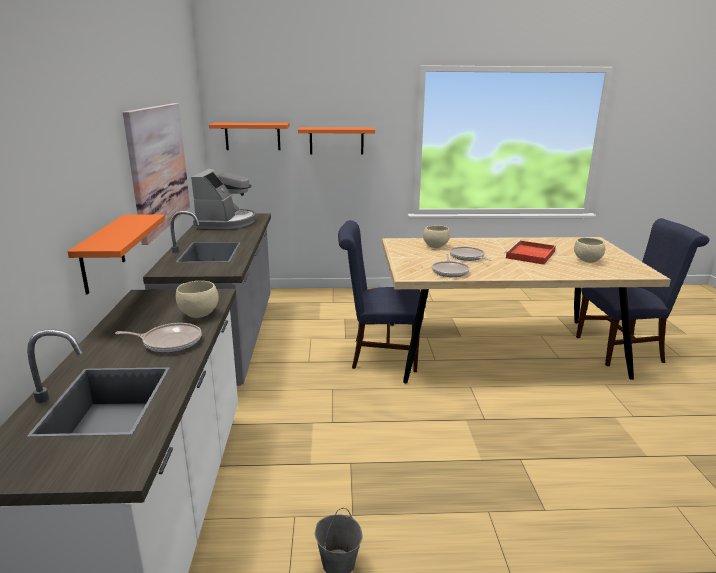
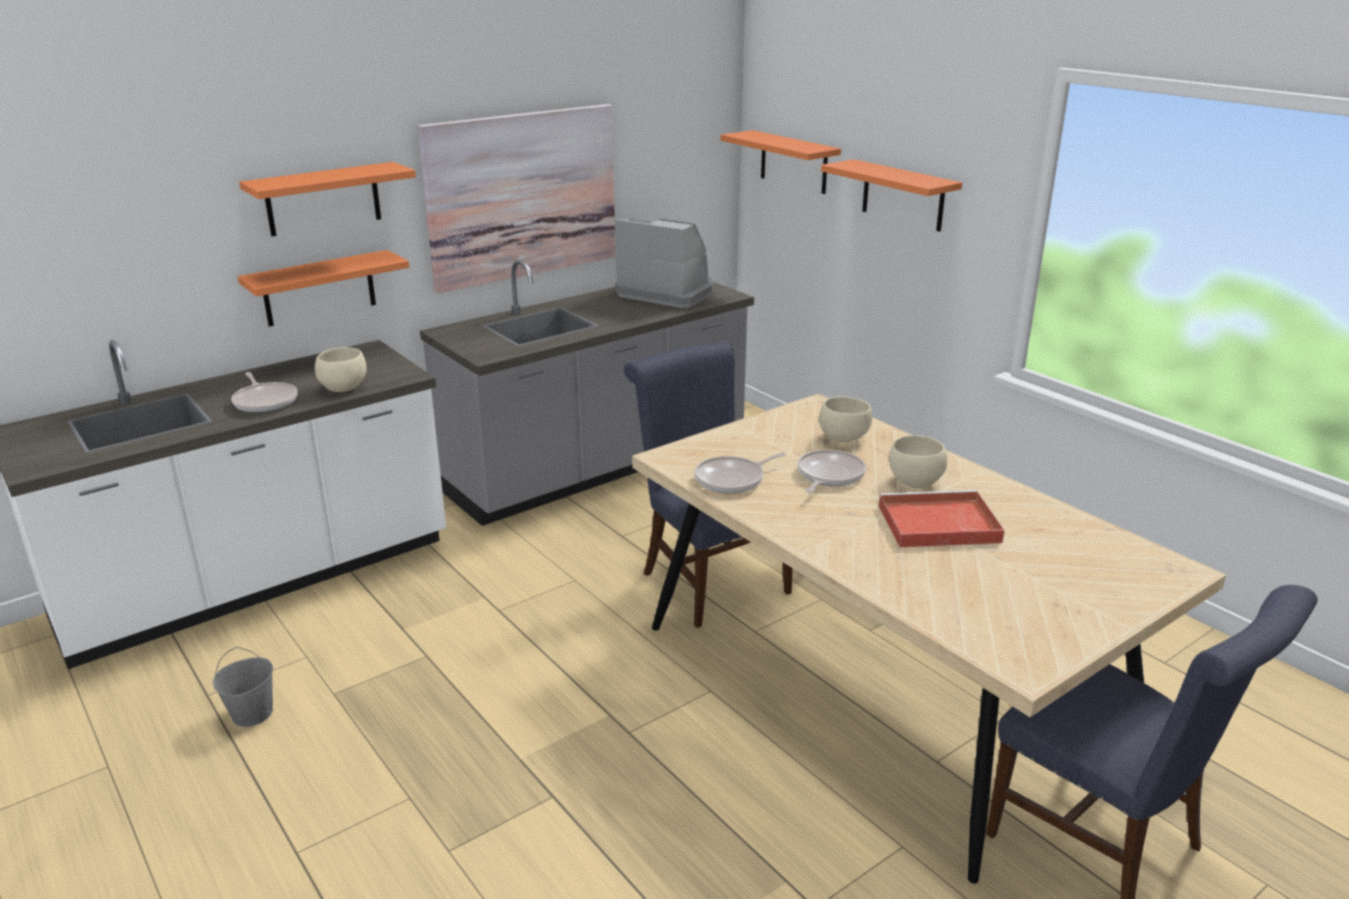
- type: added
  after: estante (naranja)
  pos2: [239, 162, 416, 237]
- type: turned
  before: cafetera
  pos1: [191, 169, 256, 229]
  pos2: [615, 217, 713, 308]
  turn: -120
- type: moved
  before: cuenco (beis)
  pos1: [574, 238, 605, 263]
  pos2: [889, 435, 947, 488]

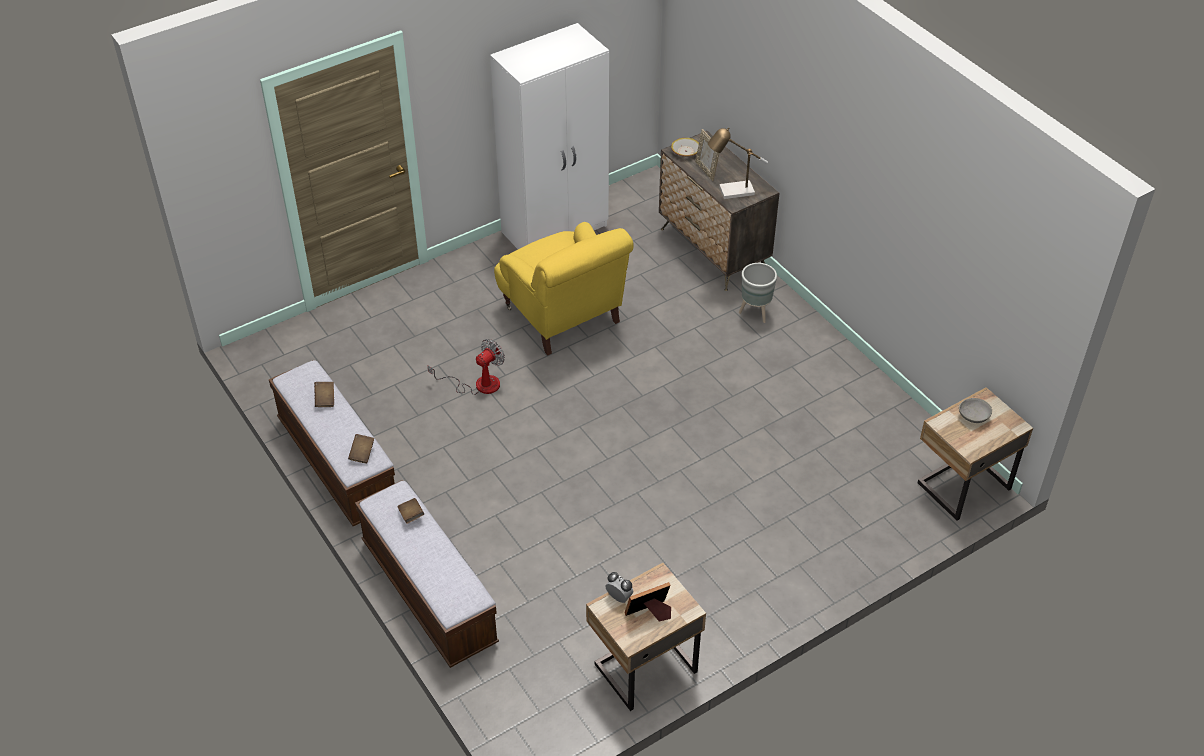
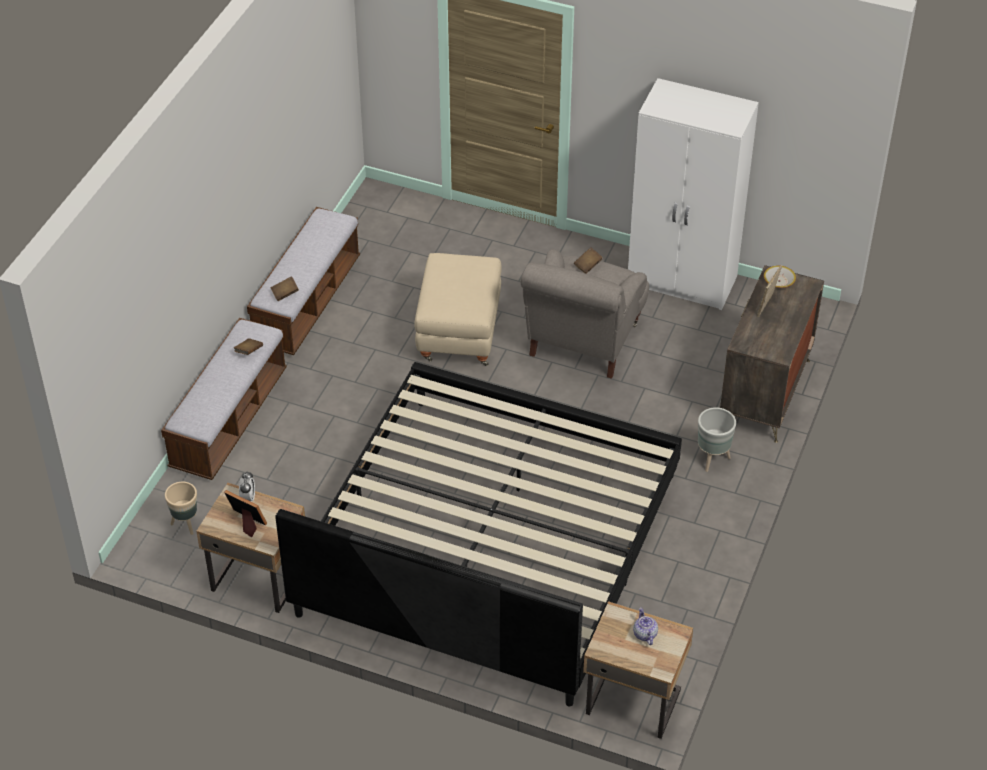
- type: added
  after: maceta (beis)
  pos2: [165, 482, 197, 535]
- type: added
  after: cama
  pos2: [276, 362, 682, 706]
- type: replaced
  before: ventilador
  after: puf (beis)
  pos1: [427, 339, 505, 395]
  pos2: [414, 253, 502, 366]
- type: recoloured
  before: sillón (amarillo)
  after: sillón (gris)
  pos1: [494, 222, 634, 356]
  pos2: [520, 249, 649, 379]
- type: moved
  before: libro (marrón)
  pos1: [314, 382, 334, 407]
  pos2: [574, 247, 602, 274]
- type: replaced
  before: cuenco (gris)
  after: tetera
  pos1: [959, 398, 992, 423]
  pos2: [633, 608, 658, 645]
- type: removed
  before: lámpara de mesa
  pos1: [708, 127, 768, 199]

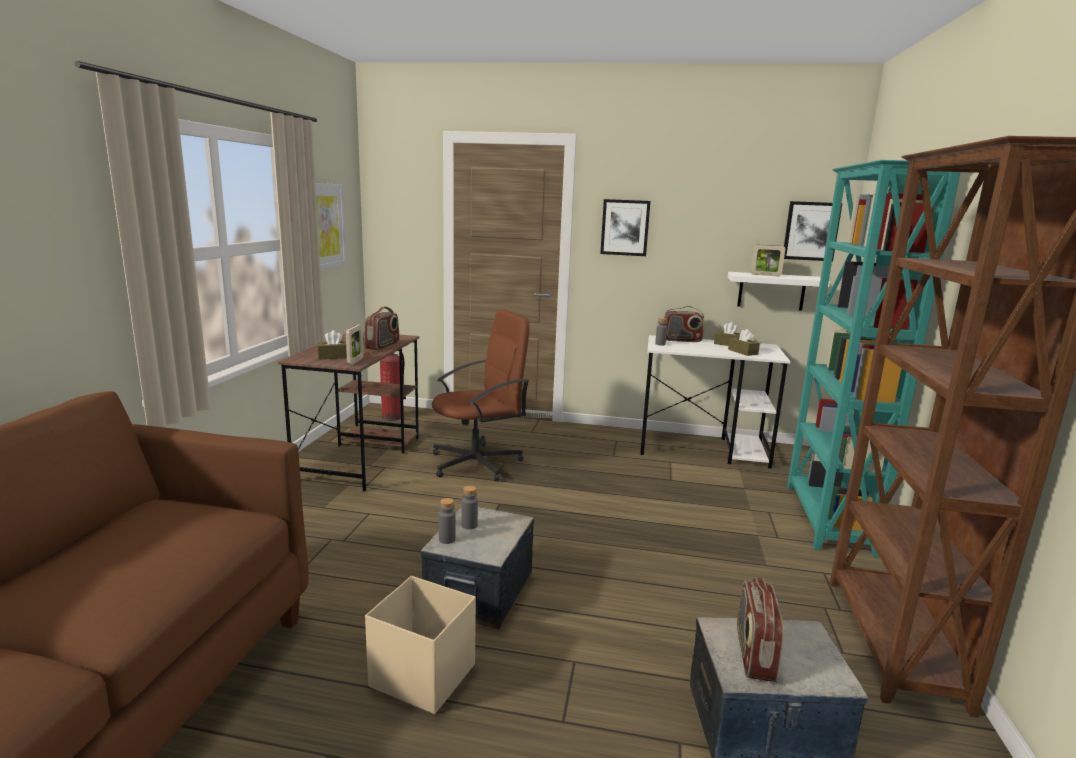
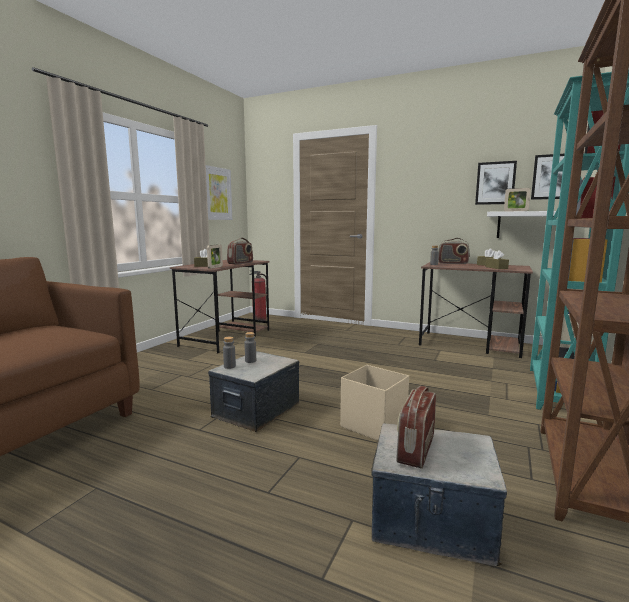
- type: moved
  before: caja de almacenaje (beis)
  pos1: [365, 576, 476, 714]
  pos2: [340, 365, 409, 441]
- type: recoloured
  before: escritorio (blanco)
  after: escritorio (marrón)
  pos1: [640, 335, 790, 469]
  pos2: [419, 262, 533, 358]
- type: moved
  before: cuadro
  pos1: [600, 199, 651, 256]
  pos2: [475, 161, 517, 205]
- type: removed
  before: silla de oficina (marrón)
  pos1: [432, 309, 530, 482]

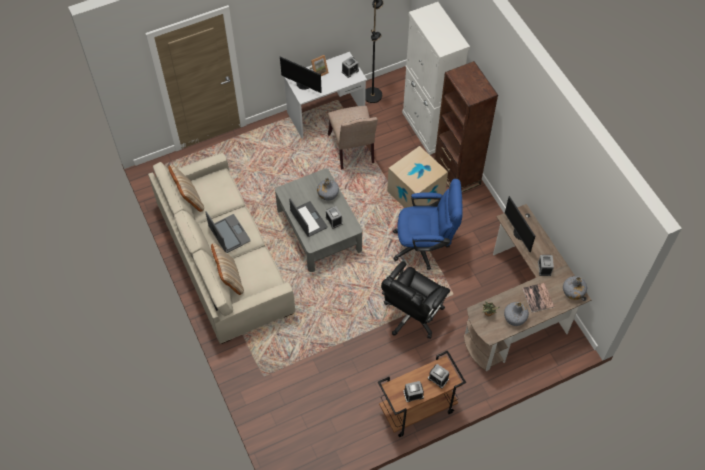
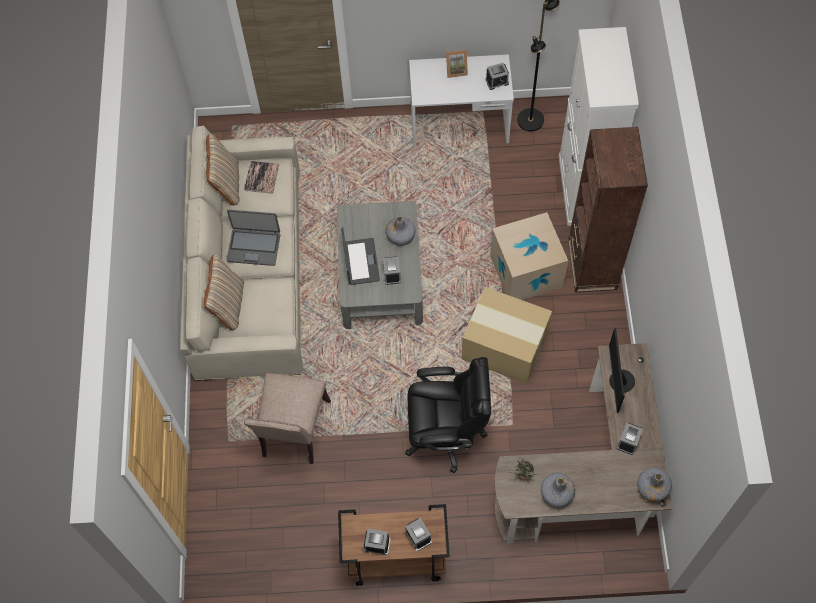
- type: turned
  before: portátil
  pos1: [205, 211, 251, 253]
  pos2: [226, 210, 280, 266]
  turn: 105
- type: moved
  before: libro
  pos1: [522, 283, 555, 313]
  pos2: [244, 161, 279, 194]
- type: moved
  before: silla (beis)
  pos1: [328, 106, 378, 169]
  pos2: [244, 373, 331, 464]
- type: turned
  before: silla de oficina (negro)
  pos1: [381, 261, 450, 339]
  pos2: [405, 357, 491, 473]
  turn: -150
- type: replaced
  before: silla de oficina (azul)
  after: caja de cartón
  pos1: [393, 179, 463, 270]
  pos2: [462, 287, 552, 384]
- type: removed
  before: monitor
  pos1: [280, 57, 322, 93]

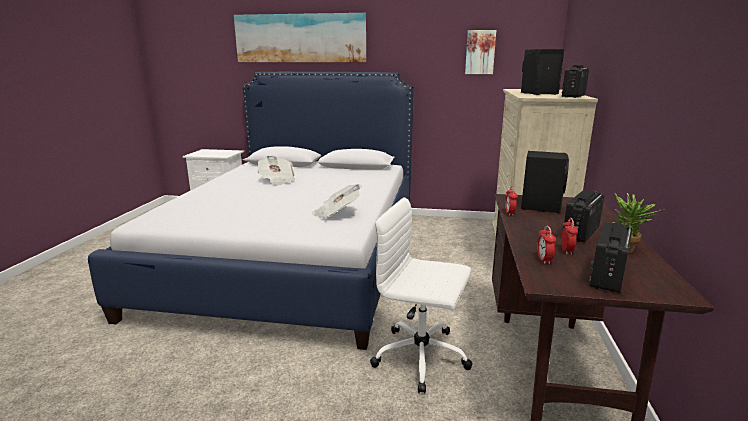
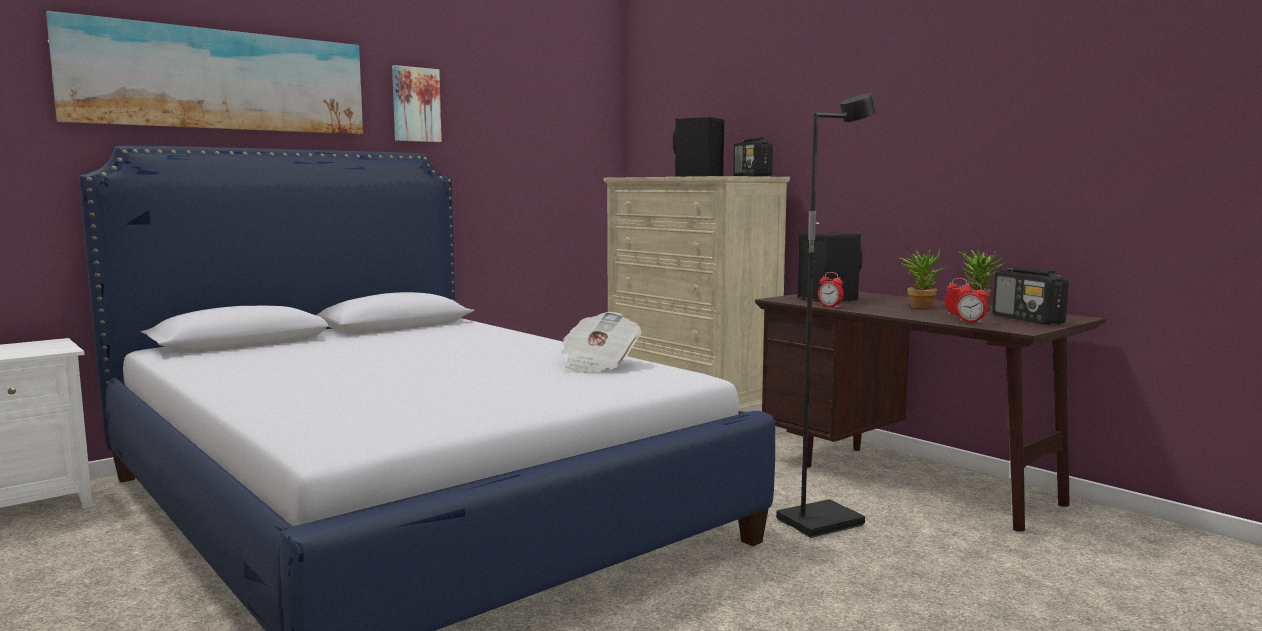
- type: moved
  before: cuadro
  pos1: [465, 30, 496, 74]
  pos2: [392, 65, 442, 142]
- type: replaced
  before: silla de oficina (blanco)
  after: lámpara de pie (negro)
  pos1: [370, 197, 473, 394]
  pos2: [776, 93, 876, 538]
- type: replaced
  before: radio
  after: planta en maceta
  pos1: [563, 190, 604, 243]
  pos2: [899, 249, 945, 308]
- type: removed
  before: periódico
  pos1: [257, 155, 295, 186]

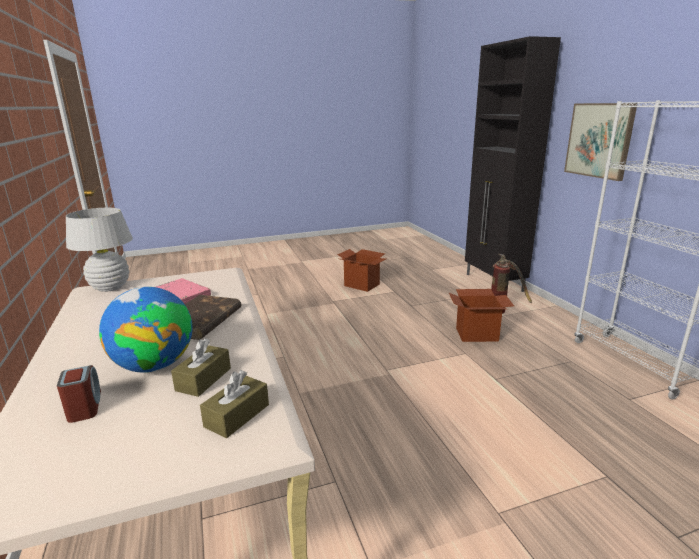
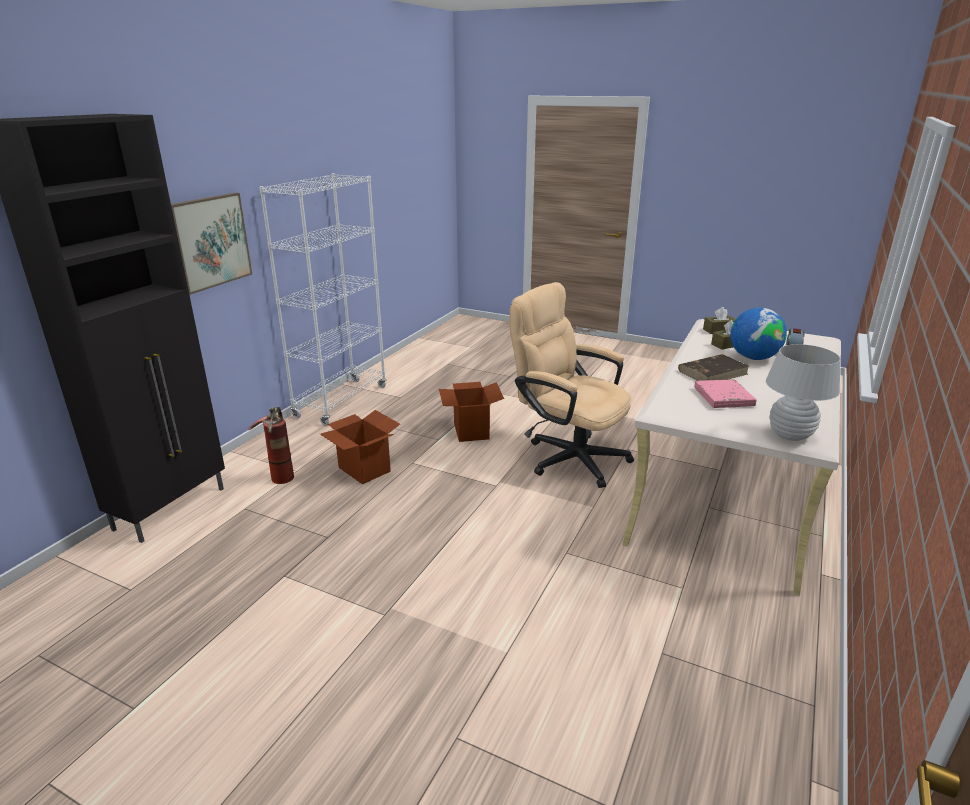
- type: moved
  before: caja de cartón
  pos1: [337, 249, 386, 292]
  pos2: [439, 382, 504, 442]
- type: added
  after: silla de oficina (beis)
  pos2: [510, 282, 634, 488]

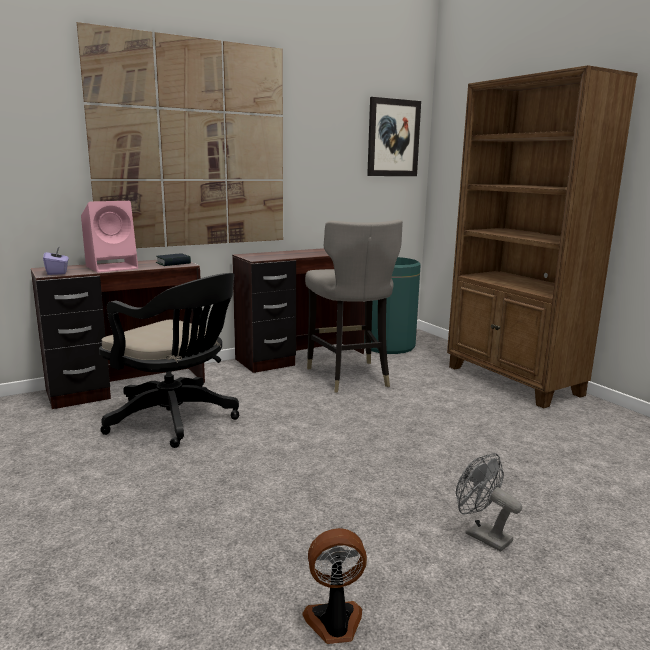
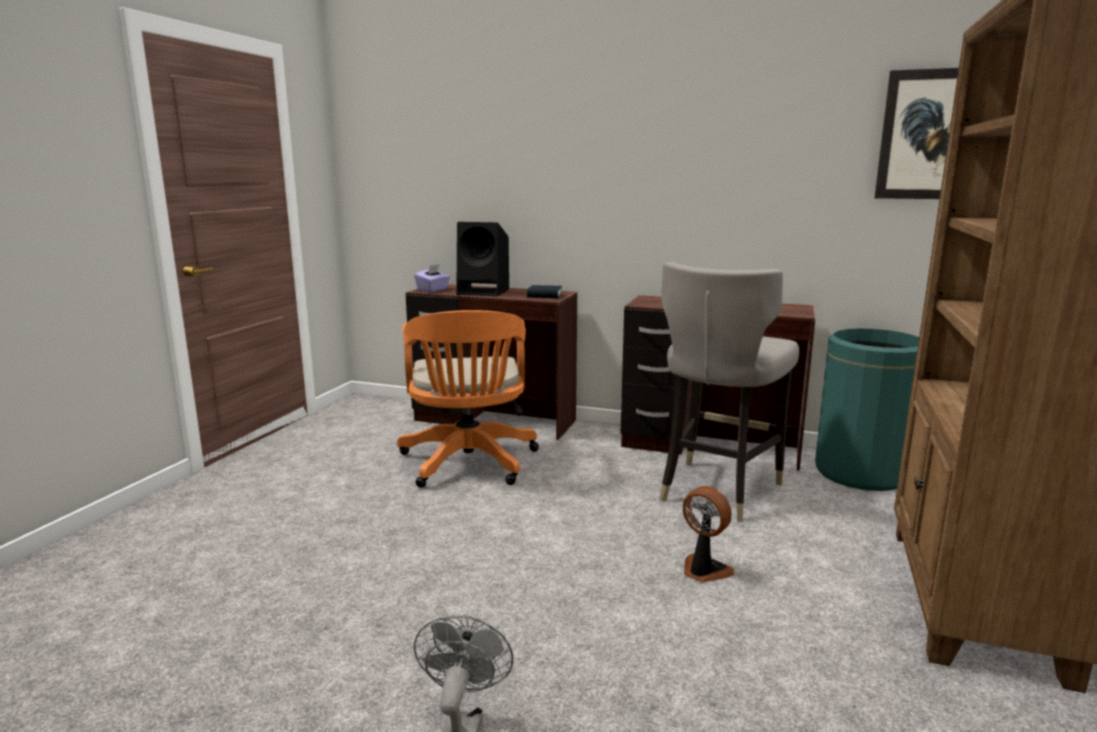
- type: recoloured
  before: silla de oficina (negro)
  after: silla de oficina (naranja)
  pos1: [99, 273, 239, 448]
  pos2: [397, 310, 539, 488]
- type: recoloured
  before: altavoz (rosa)
  after: altavoz (negro)
  pos1: [81, 201, 138, 273]
  pos2: [456, 222, 509, 297]
- type: moved
  before: ventilador
  pos1: [302, 528, 367, 644]
  pos2: [683, 486, 735, 582]
- type: removed
  before: cuadro
  pos1: [77, 22, 283, 248]

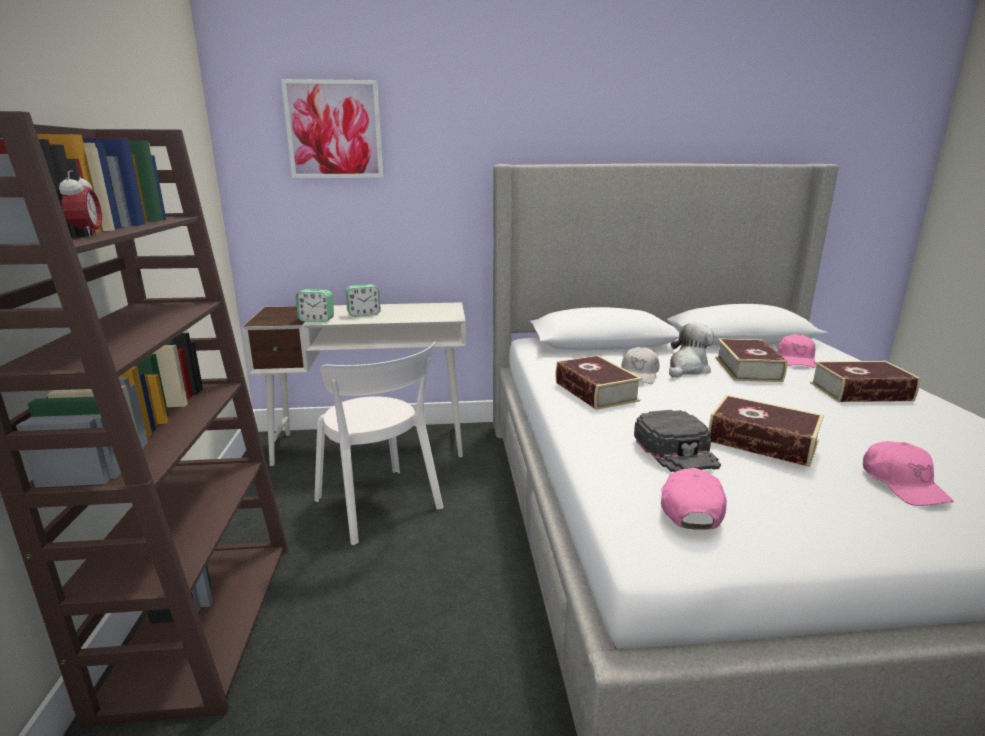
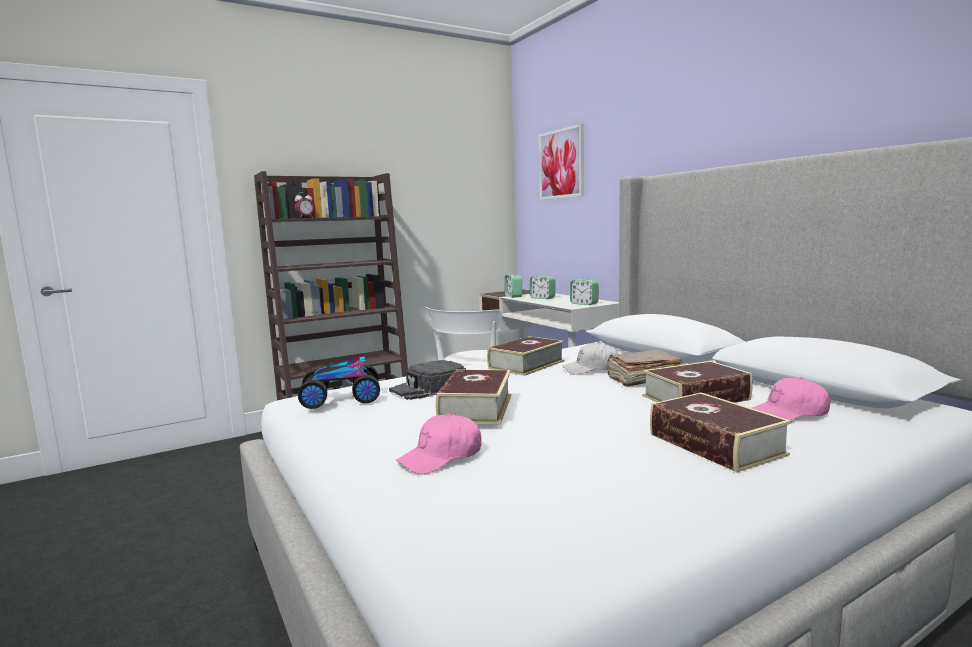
- type: replaced
  before: gorra (rosa)
  after: coche de juguete
  pos1: [661, 468, 727, 530]
  pos2: [298, 356, 380, 409]
- type: added
  after: despertador
  pos2: [570, 279, 599, 305]
- type: replaced
  before: peluche
  after: libro (marrón)
  pos1: [669, 323, 714, 378]
  pos2: [606, 350, 683, 387]

